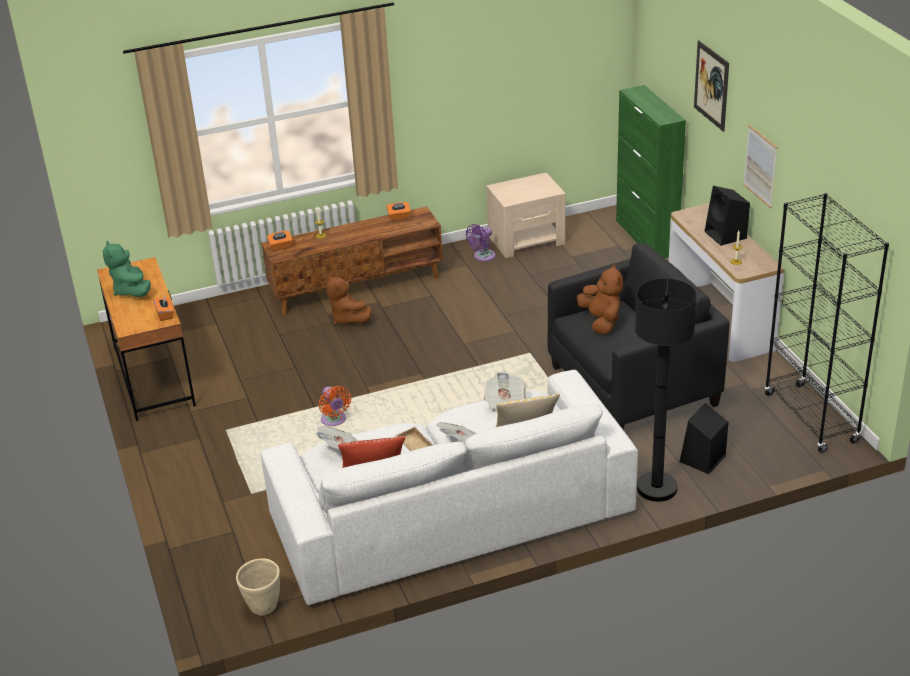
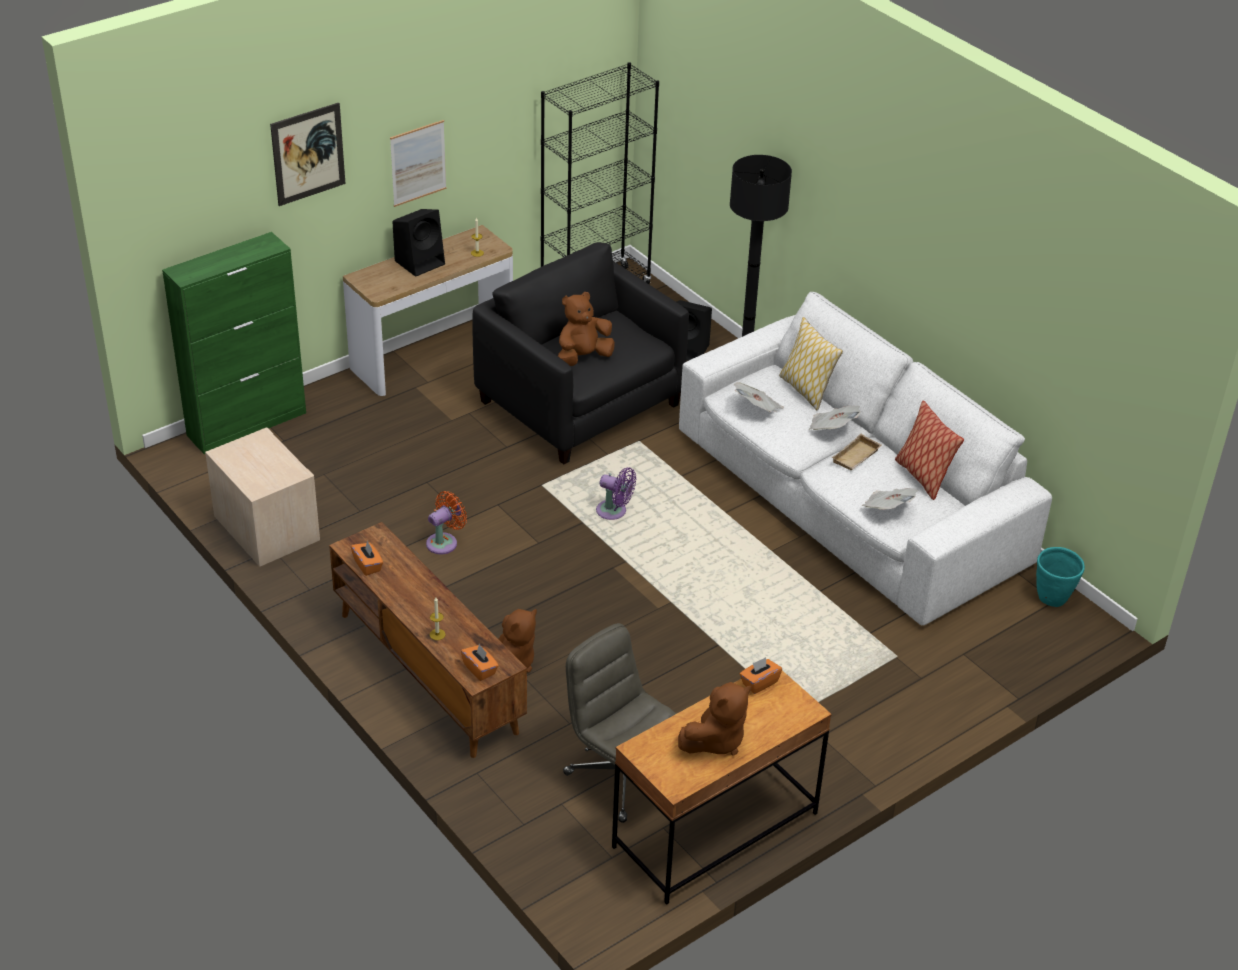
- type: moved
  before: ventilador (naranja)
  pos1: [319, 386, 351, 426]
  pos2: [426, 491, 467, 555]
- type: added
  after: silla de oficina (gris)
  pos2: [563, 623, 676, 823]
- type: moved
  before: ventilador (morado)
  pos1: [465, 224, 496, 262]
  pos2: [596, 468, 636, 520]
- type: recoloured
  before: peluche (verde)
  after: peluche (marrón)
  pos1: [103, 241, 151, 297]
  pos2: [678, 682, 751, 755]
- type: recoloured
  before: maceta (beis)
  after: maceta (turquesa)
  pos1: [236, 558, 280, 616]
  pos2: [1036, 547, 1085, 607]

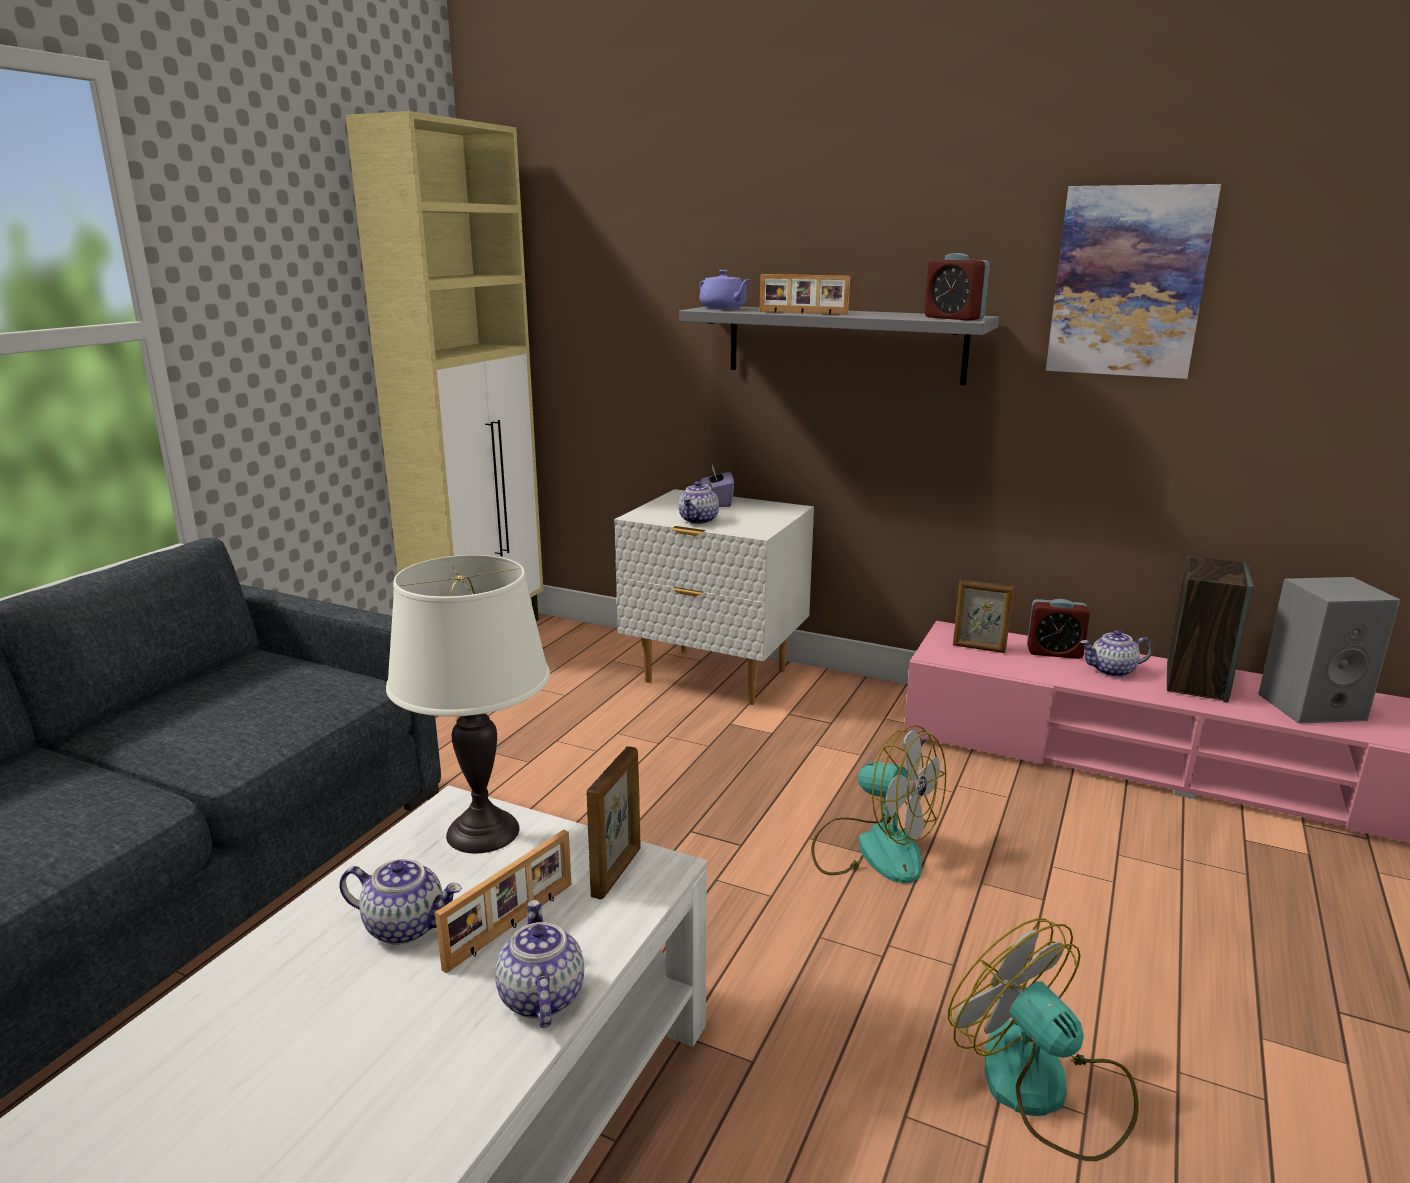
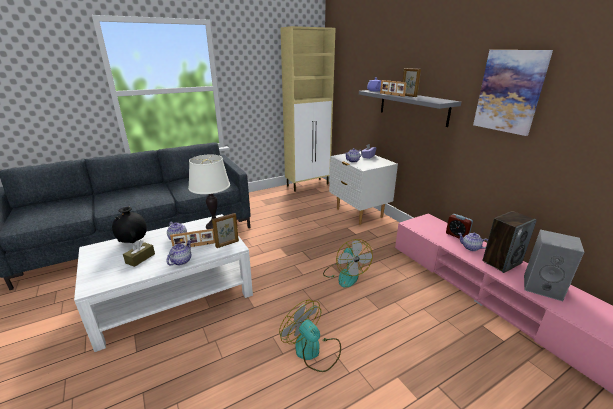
- type: added
  after: florero (negro)
  pos2: [112, 207, 147, 243]
- type: added
  after: caja de pañuelos (marrón)
  pos2: [123, 240, 155, 267]
- type: turned
  before: ventilador
  pos1: [948, 918, 1139, 1161]
  pos2: [279, 299, 341, 372]
  turn: -45
- type: moved
  before: portarretratos
  pos1: [953, 579, 1014, 653]
  pos2: [402, 68, 421, 97]
- type: removed
  before: despertador
  pos1: [924, 253, 990, 320]

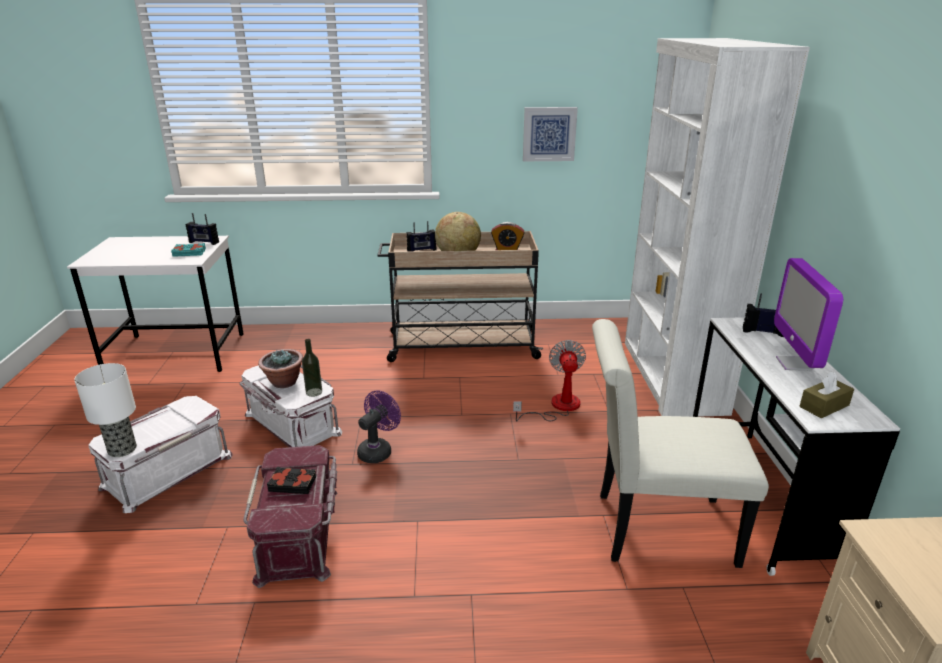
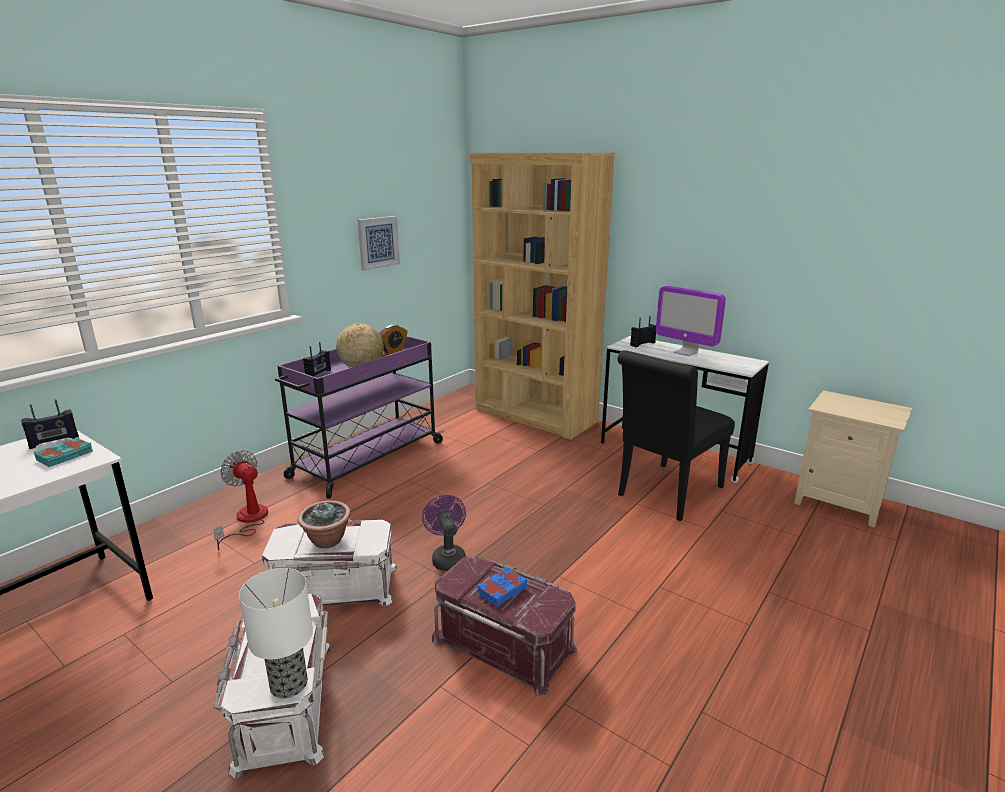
- type: moved
  before: ventilador
  pos1: [513, 340, 586, 421]
  pos2: [213, 450, 268, 551]
- type: recoloured
  before: carrito (beis)
  after: carrito (morado)
  pos1: [378, 231, 543, 362]
  pos2: [275, 336, 444, 499]
- type: recoloured
  before: estantería (blanco)
  after: estantería (marrón)
  pos1: [625, 38, 810, 417]
  pos2: [470, 153, 615, 440]
- type: recoloured
  before: libro (negro)
  after: libro (azul)
  pos1: [267, 467, 316, 494]
  pos2: [477, 567, 527, 607]
- type: recoloured
  before: silla (blanco)
  after: silla (negro)
  pos1: [592, 319, 769, 568]
  pos2: [617, 351, 735, 521]
- type: removed
  before: botella
  pos1: [302, 339, 322, 397]
- type: removed
  before: caja de pañuelos (marrón)
  pos1: [799, 371, 854, 418]

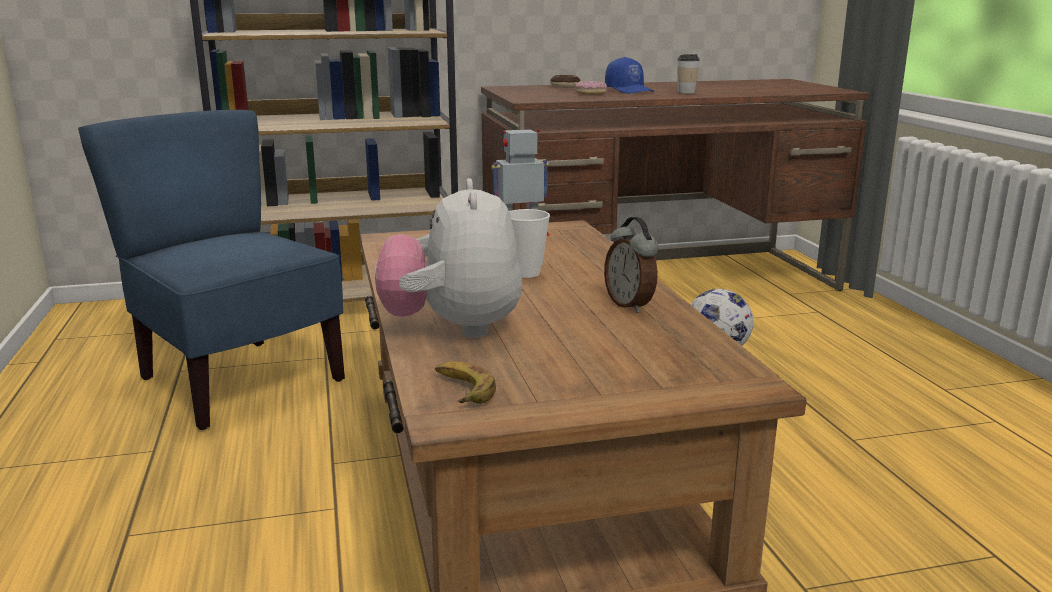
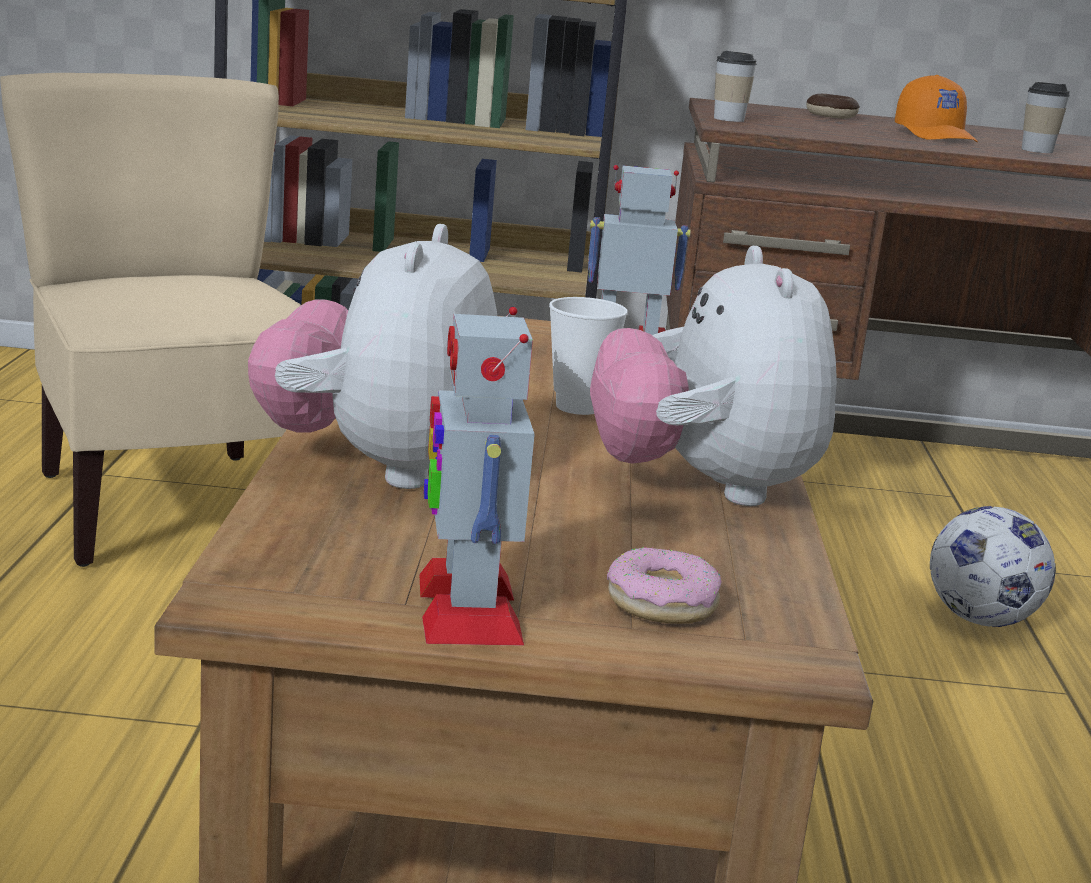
- type: recoloured
  before: silla (azul)
  after: silla (beis)
  pos1: [78, 110, 345, 430]
  pos2: [0, 73, 301, 567]
- type: added
  after: robot de juguete
  pos2: [419, 307, 535, 646]
- type: replaced
  before: despertador
  after: peluche
  pos1: [604, 217, 658, 313]
  pos2: [590, 246, 837, 506]
- type: moved
  before: rosquilla
  pos1: [575, 81, 607, 95]
  pos2: [607, 547, 722, 624]
- type: added
  after: taza
  pos2: [714, 51, 757, 122]
- type: recoloured
  before: gorra (azul)
  after: gorra (naranja)
  pos1: [605, 57, 654, 94]
  pos2: [895, 75, 978, 142]
- type: removed
  before: plátano
  pos1: [435, 361, 496, 404]

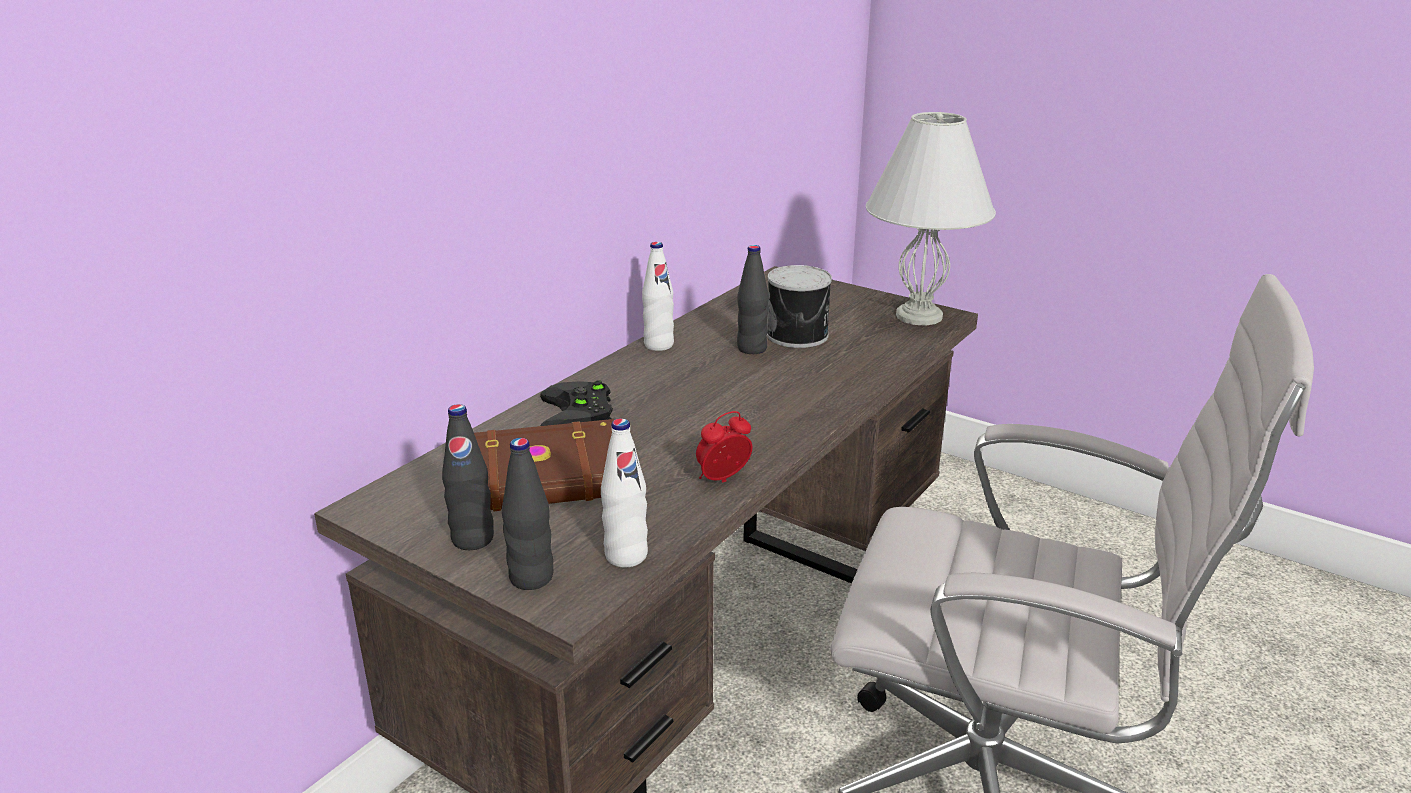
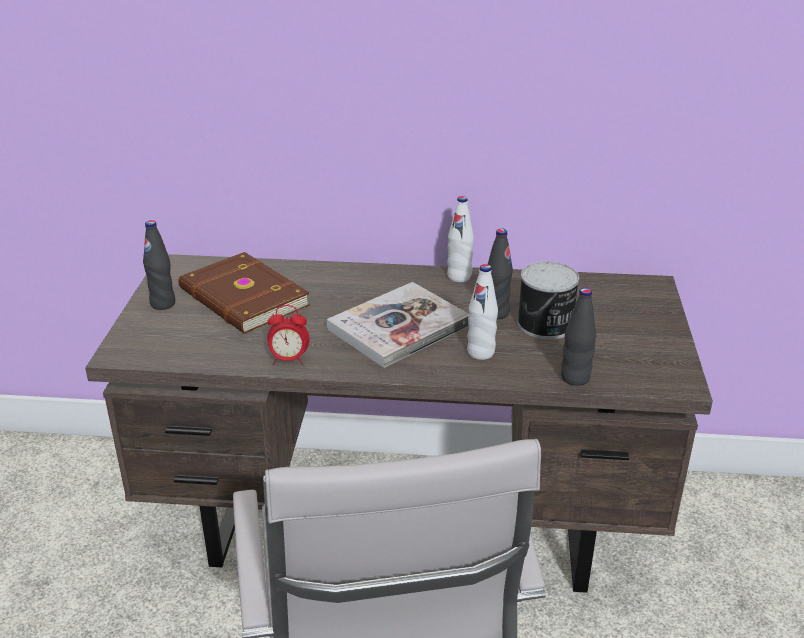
- type: turned
  before: despertador
  pos1: [696, 411, 752, 482]
  pos2: [267, 305, 310, 365]
  turn: 150
- type: added
  after: libro
  pos2: [327, 282, 469, 368]
- type: moved
  before: botella (blanco)
  pos1: [601, 418, 648, 567]
  pos2: [467, 264, 498, 360]
- type: moved
  before: botella (negro)
  pos1: [502, 438, 554, 590]
  pos2: [561, 288, 596, 386]
- type: removed
  before: mando de consola (negro)
  pos1: [540, 380, 613, 426]
- type: removed
  before: lámpara de mesa (blanco)
  pos1: [866, 112, 996, 325]

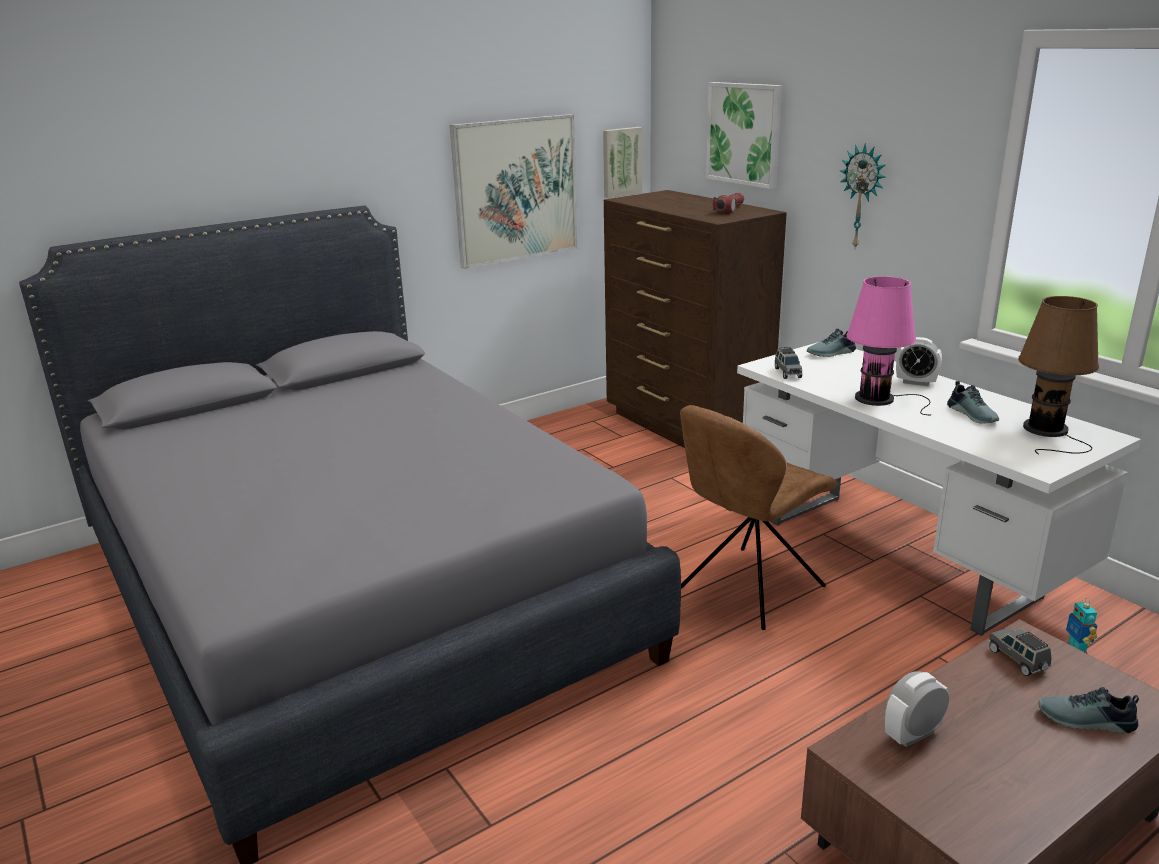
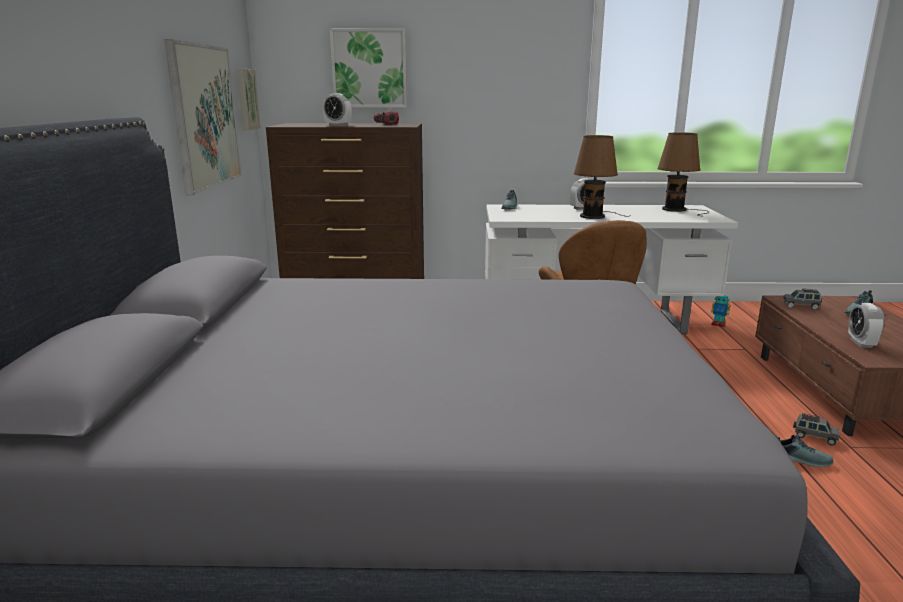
- type: added
  after: despertador
  pos2: [323, 93, 352, 126]
- type: recoloured
  before: lámpara de mesa (rosa)
  after: lámpara de mesa (marrón)
  pos1: [846, 276, 930, 415]
  pos2: [573, 135, 628, 219]
- type: moved
  before: zapato
  pos1: [947, 381, 999, 424]
  pos2: [774, 434, 833, 468]
- type: moved
  before: coche de juguete (gris)
  pos1: [775, 347, 803, 379]
  pos2: [793, 413, 840, 446]
- type: removed
  before: reloj de pared
  pos1: [840, 143, 886, 248]

